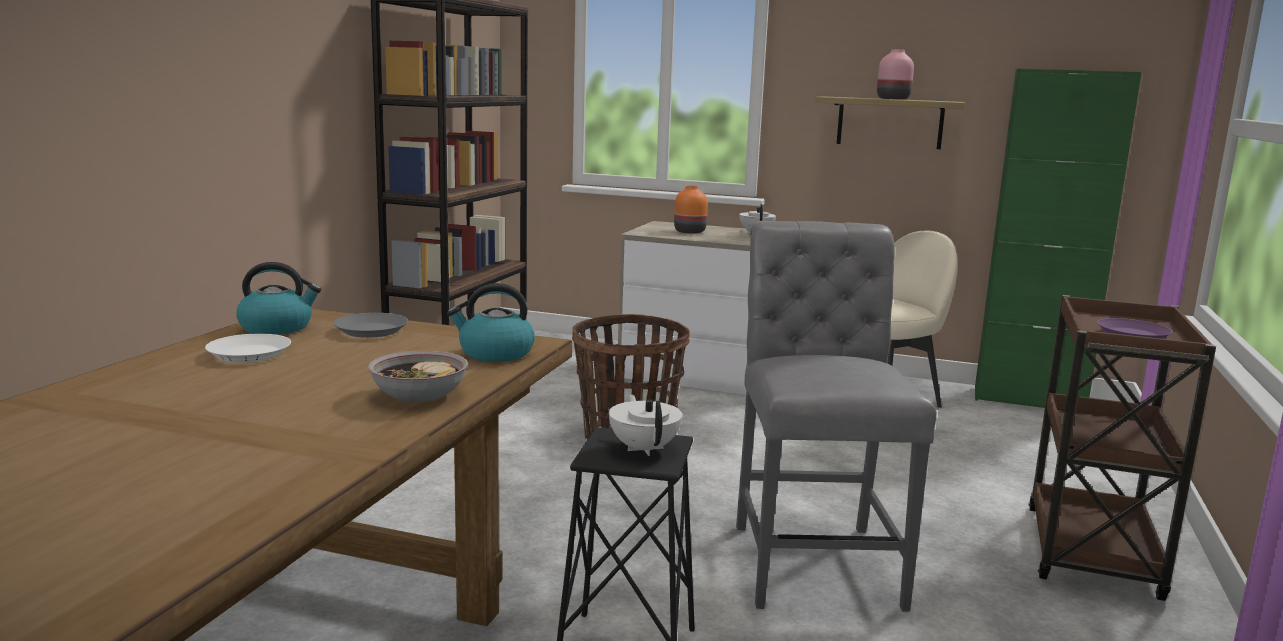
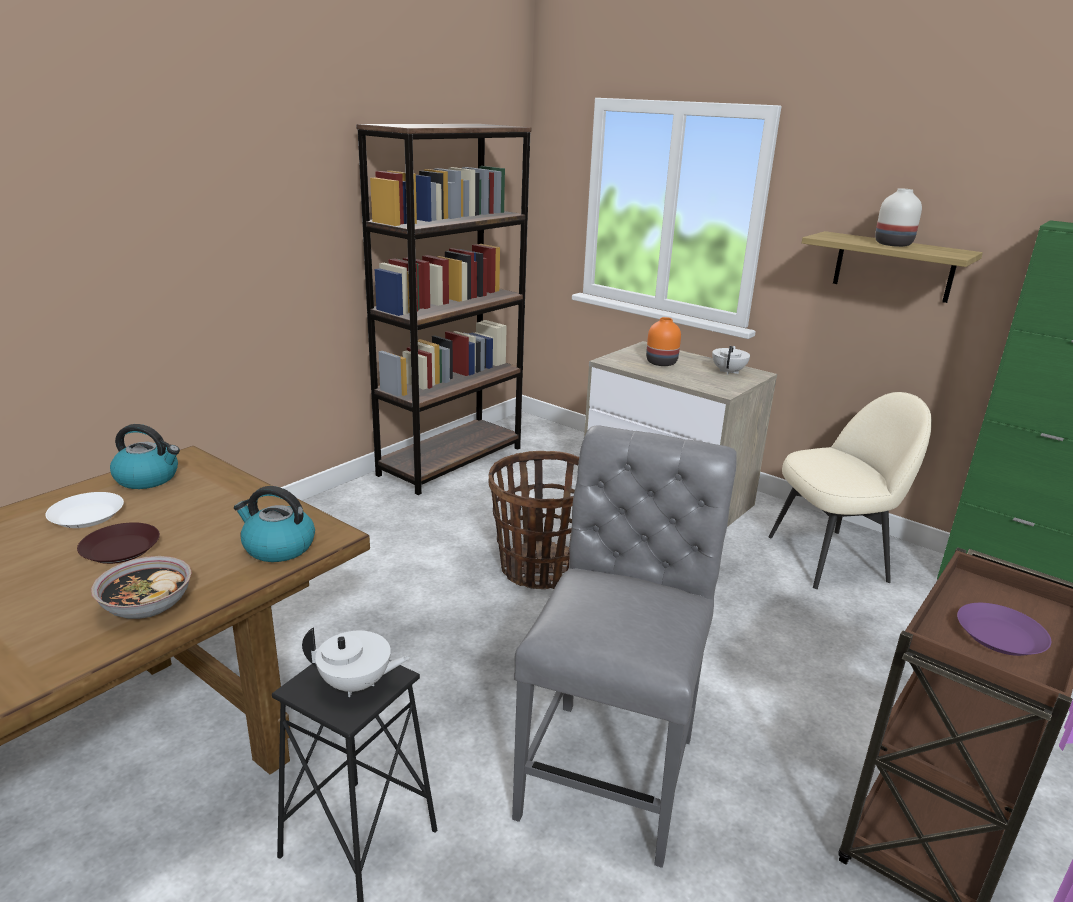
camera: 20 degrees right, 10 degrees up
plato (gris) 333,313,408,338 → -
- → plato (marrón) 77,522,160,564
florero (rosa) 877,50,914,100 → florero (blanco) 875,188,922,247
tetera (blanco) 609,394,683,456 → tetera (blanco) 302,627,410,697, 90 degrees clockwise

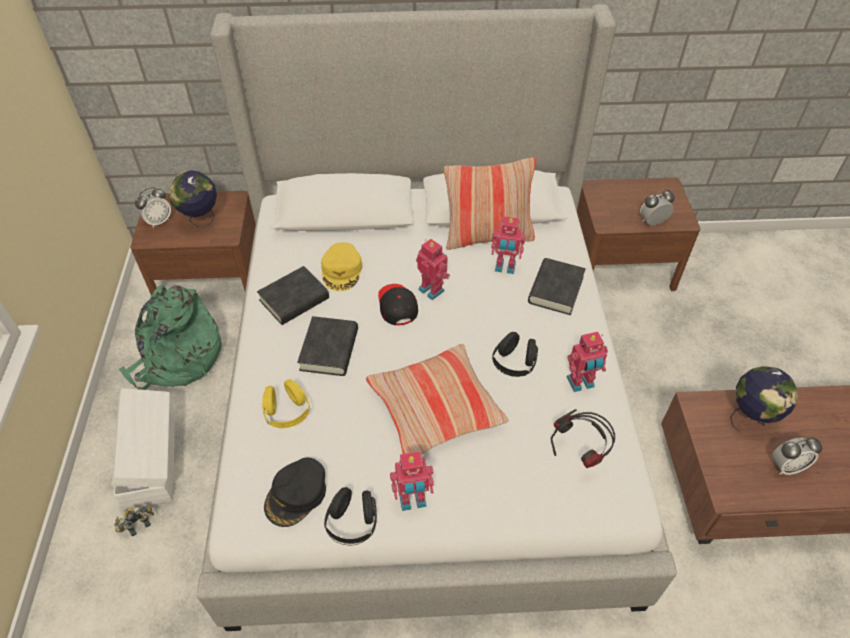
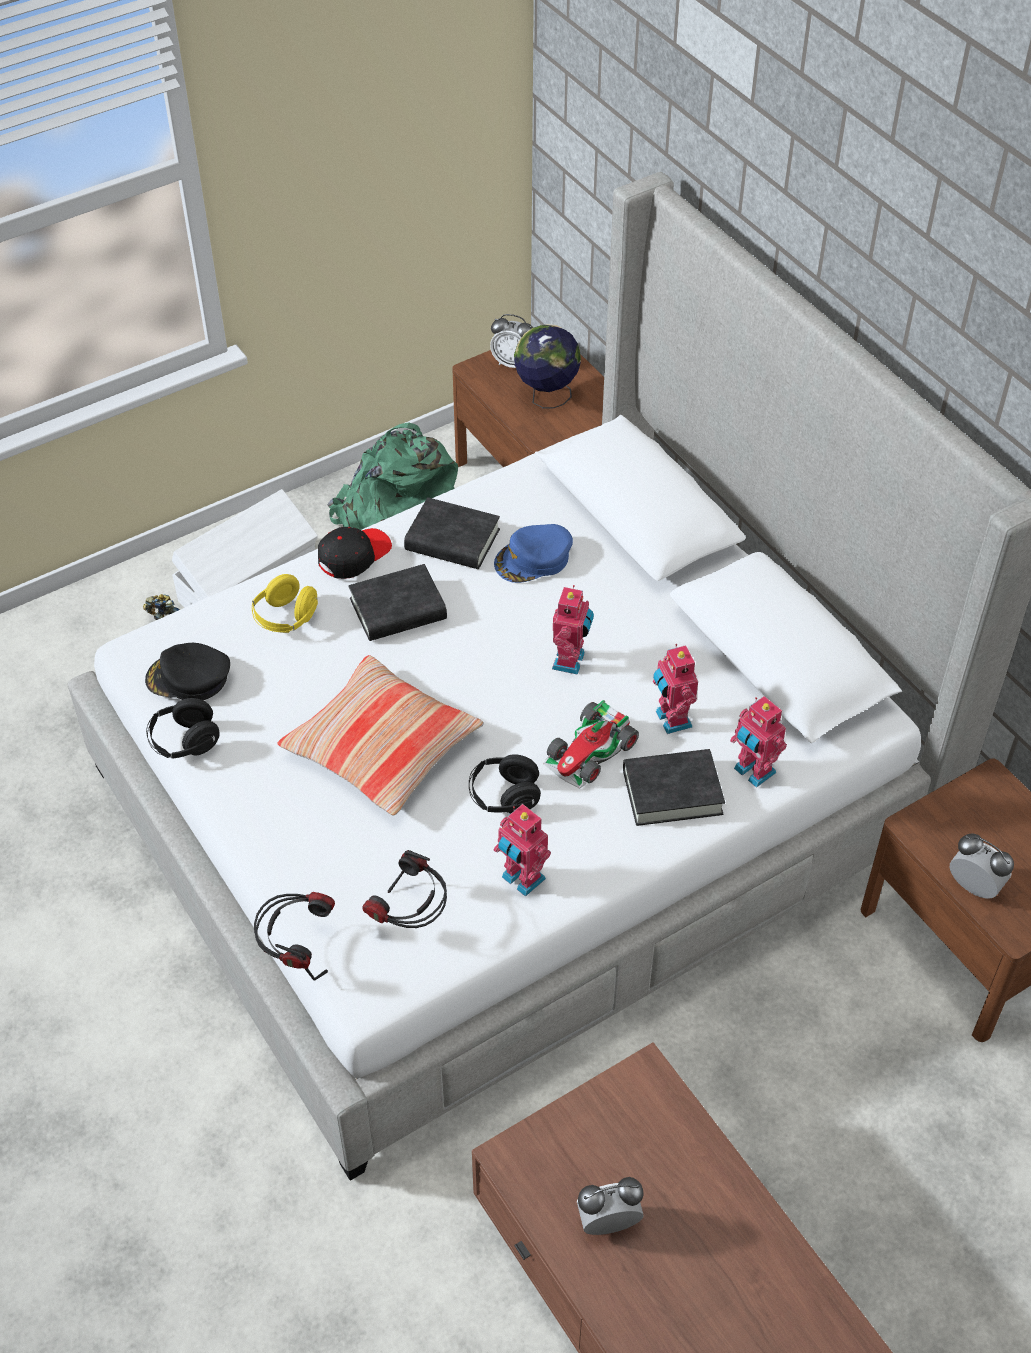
camera: 60 degrees right, 0 degrees up
cojín 444,157,536,250 → -
globo terráqueo 730,366,798,433 → -
- → auriculares 254,892,335,980
- → coche de juguete 543,700,639,789
gorra (negro) 378,284,418,325 → gorra (negro) 318,527,392,579, relocated
robot de juguete 390,451,434,511 → robot de juguete 730,696,787,788, relocated
gorra (amarillo) 321,242,362,291 → gorra (azul) 494,524,573,583
despertador 772,437,822,475 → despertador 577,1177,644,1235, 120 degrees clockwise

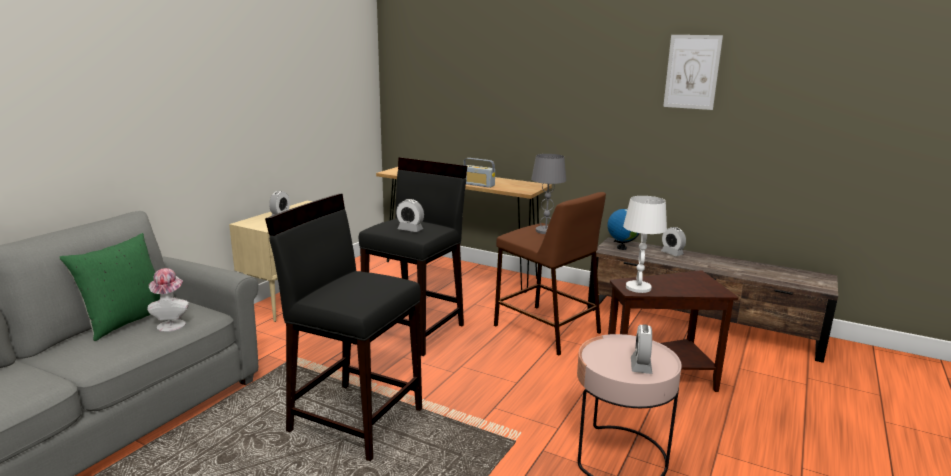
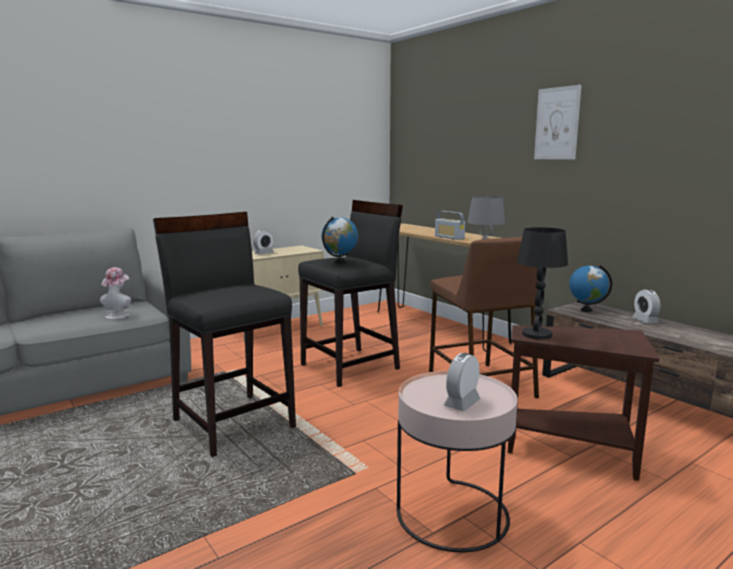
camera: 25 degrees right, 5 degrees down
cojín (verde) 59,233,160,341 → -
cuadro 663,35,723,110 → cuadro 534,85,582,159, relocated
despertador 396,199,424,232 → globo terráqueo 322,216,358,264
lámpara de mesa (blanco) 623,196,667,293 → lámpara de mesa (negro) 517,227,568,340

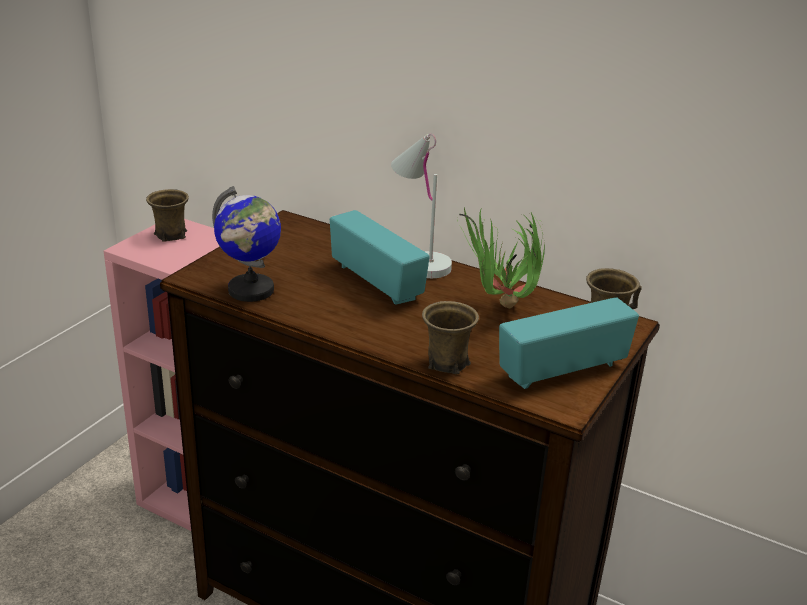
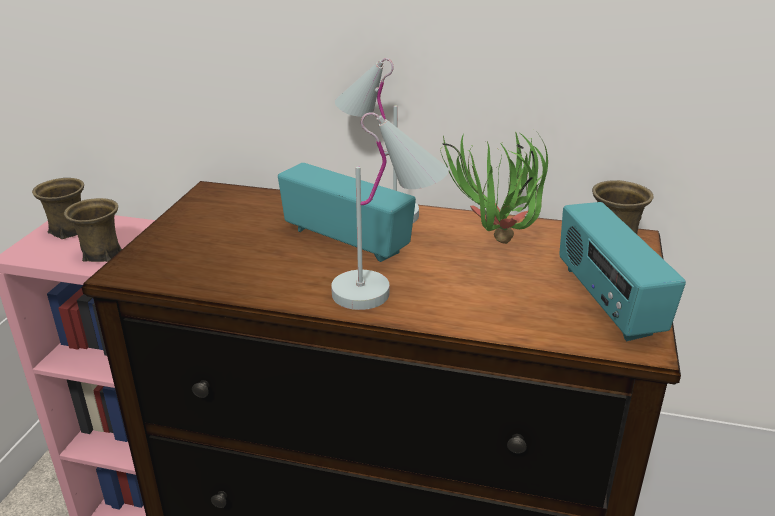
camera: 15 degrees left, 0 degrees up
globo terráqueo 212,186,281,302 → -
- → lámpara de mesa (blanco) 331,112,449,310
taza grande (marrón) 422,301,479,374 → taza grande (marrón) 64,198,122,262, relocated
radio 499,297,639,389 → radio 559,202,686,341, 60 degrees counterclockwise

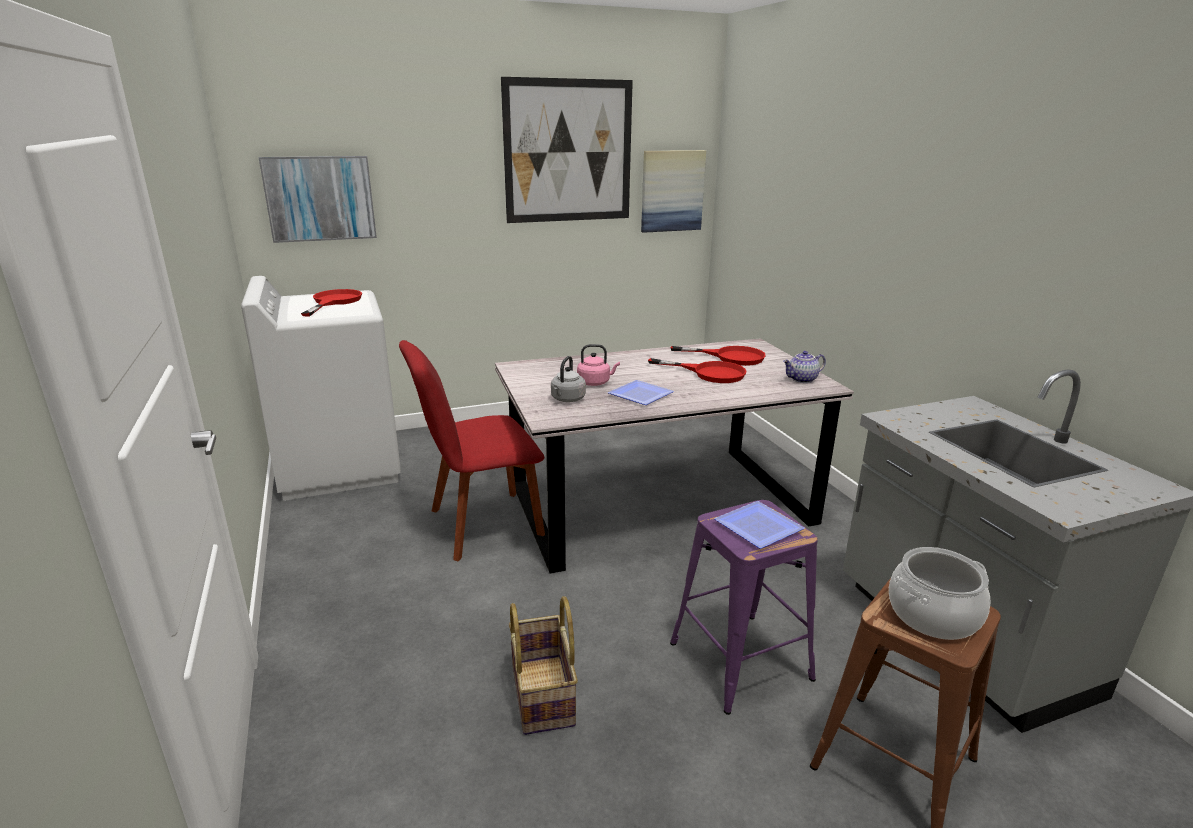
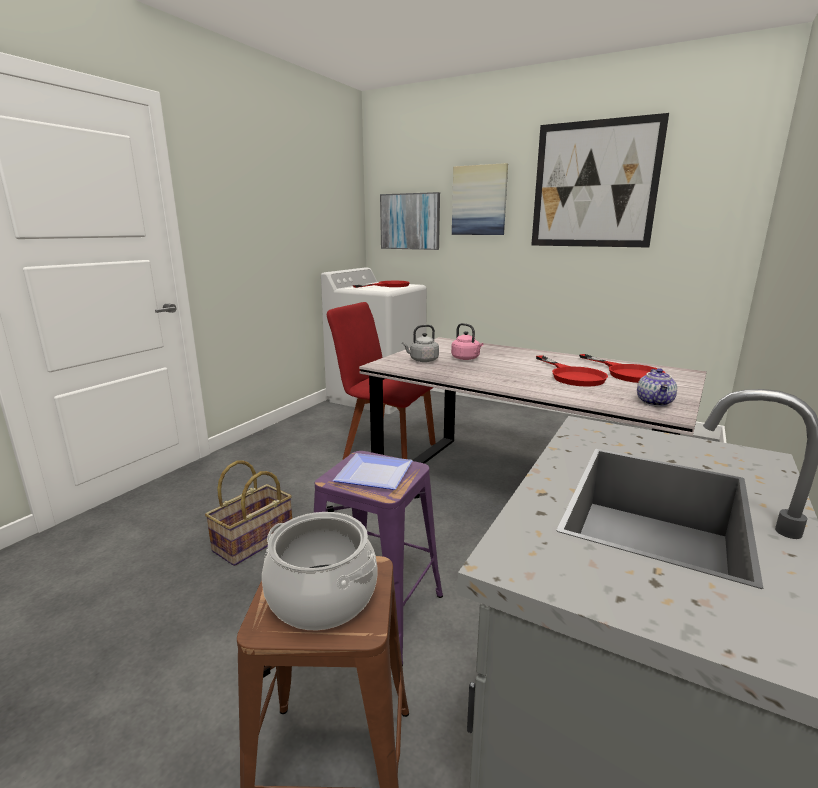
camera: 50 degrees right, 5 degrees down
plato 608,380,674,405 → -
cuadro 641,150,706,233 → cuadro 452,163,508,235, relocated
tetera 783,351,826,383 → tetera 637,368,677,407, 105 degrees counterclockwise

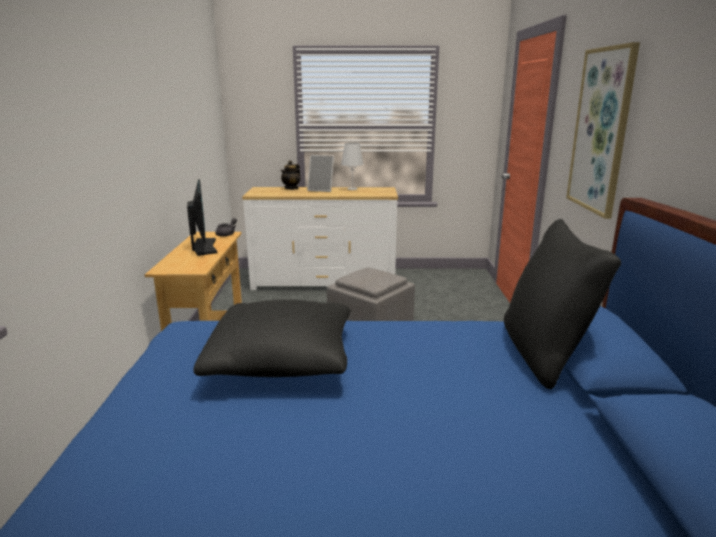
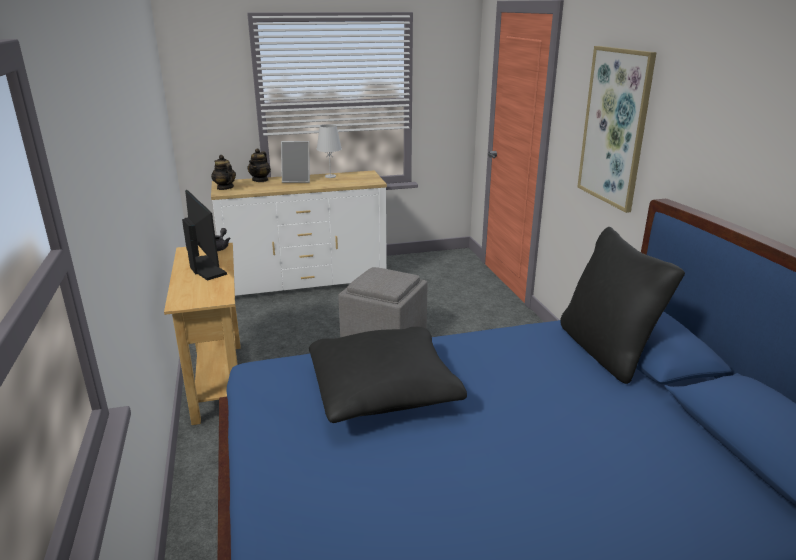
camera: 15 degrees left, 5 degrees up
- → tetera 211,155,236,190

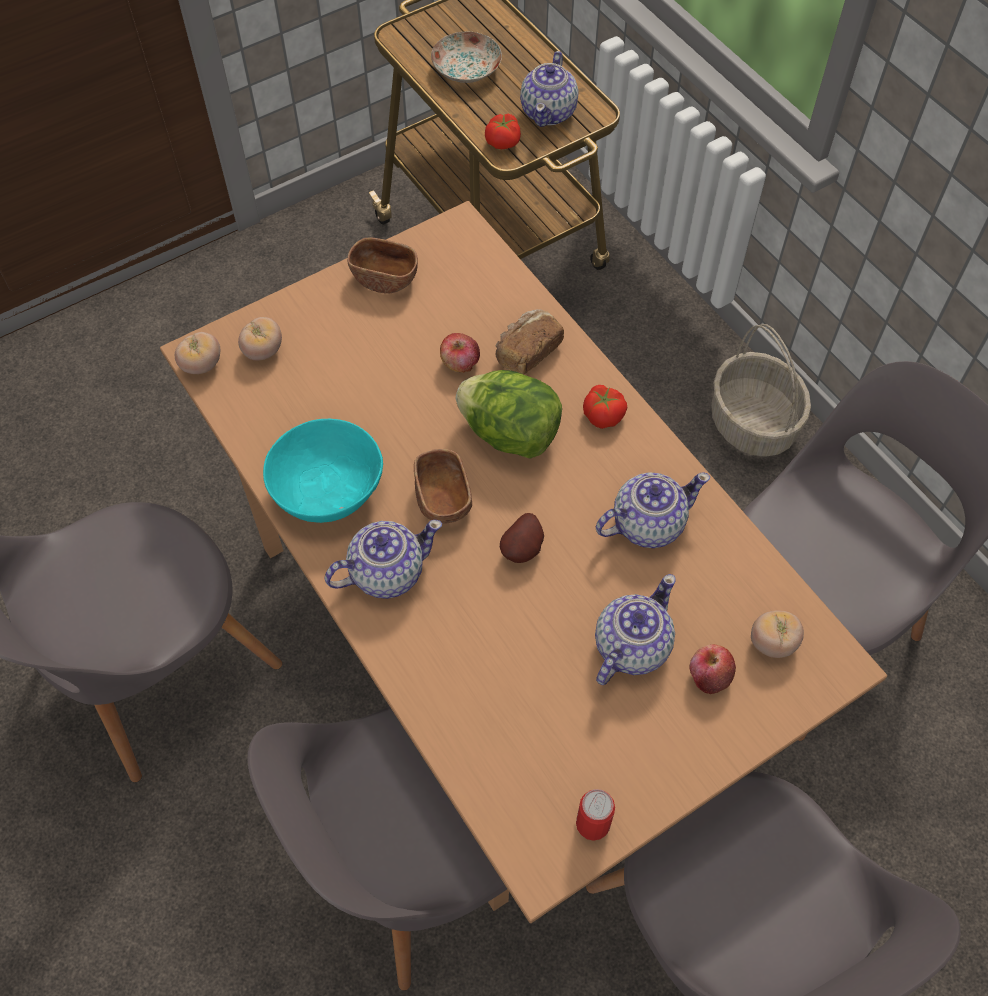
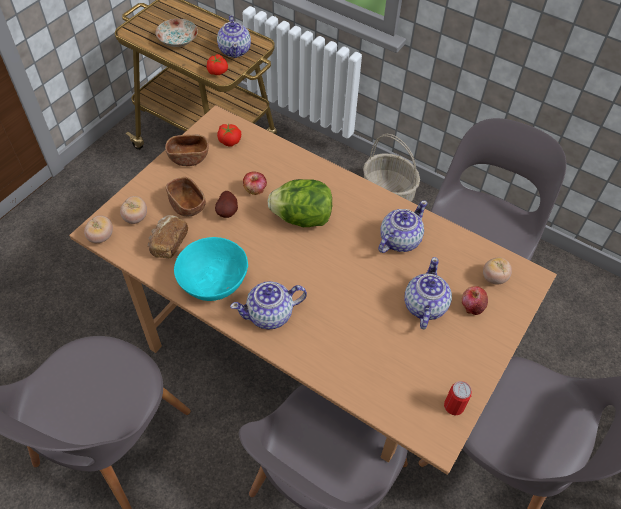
camera: 25 degrees left, 5 degrees down
cuenco (marrón) 414,449,472,523 → cuenco (marrón) 166,177,206,216, relocated
pan 495,309,564,374 → pan 148,215,188,258, relocated
patata 500,513,544,563 → patata 215,191,238,218, relocated
tomate 583,385,627,429 → tomate 217,124,241,146, relocated
tetera 324,520,442,599 → tetera 230,281,307,330, 150 degrees counterclockwise

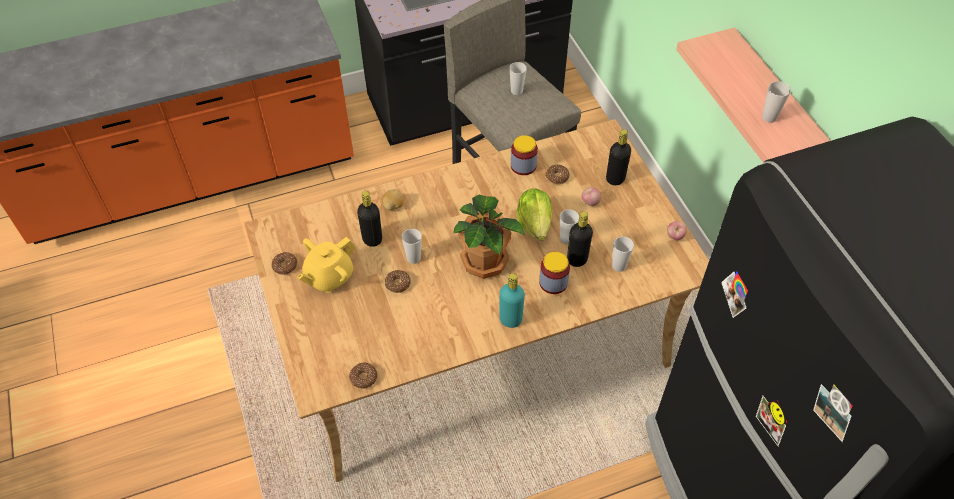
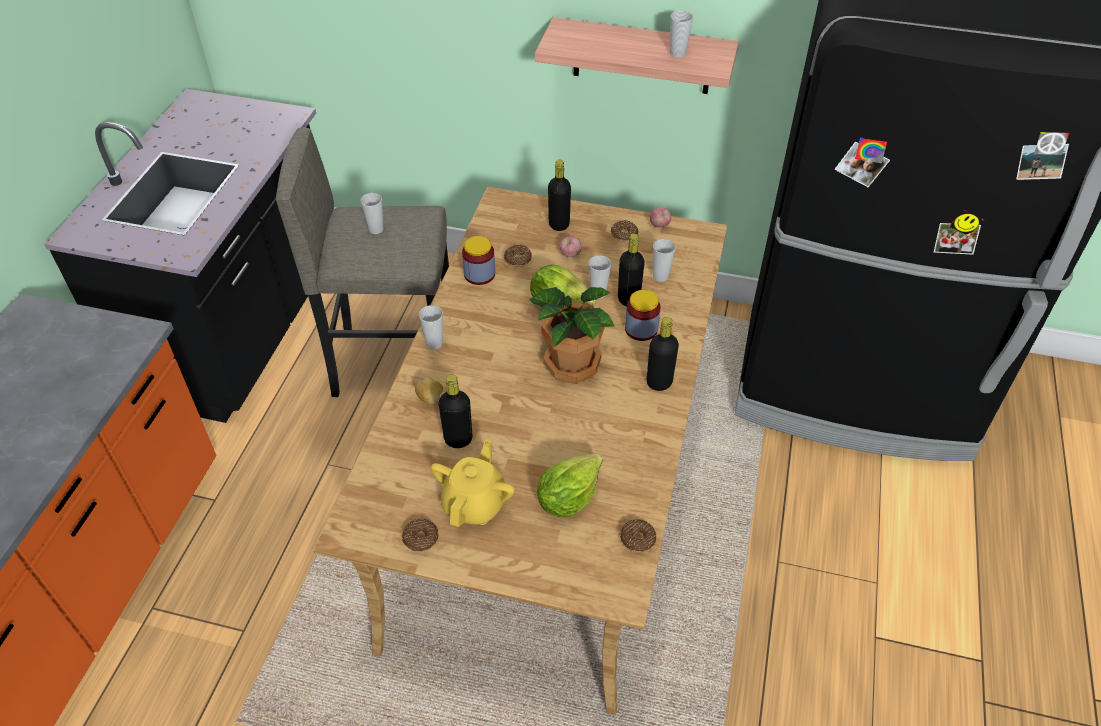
camera: 55 degrees left, 5 degrees down
- → lechuga 537,453,603,517
rosquilla 385,270,411,293 → rosquilla 611,220,638,242, relocated
taza 402,229,422,264 → taza 419,305,443,350, relocated
botella (turquesa) 499,273,525,328 → botella (negro) 647,317,679,391
tetera (amarillo) 297,237,355,293 → tetera (amarillo) 431,440,515,527, 150 degrees counterclockwise

